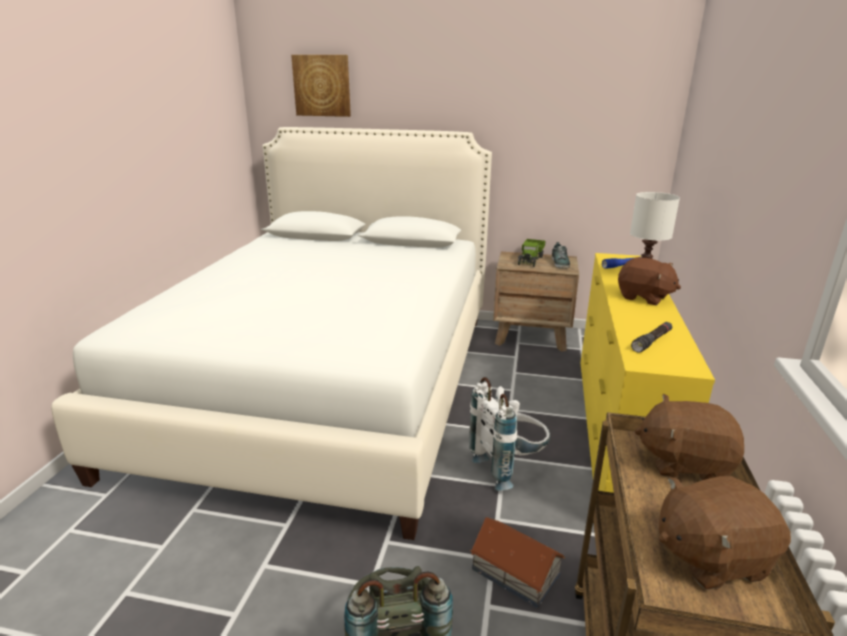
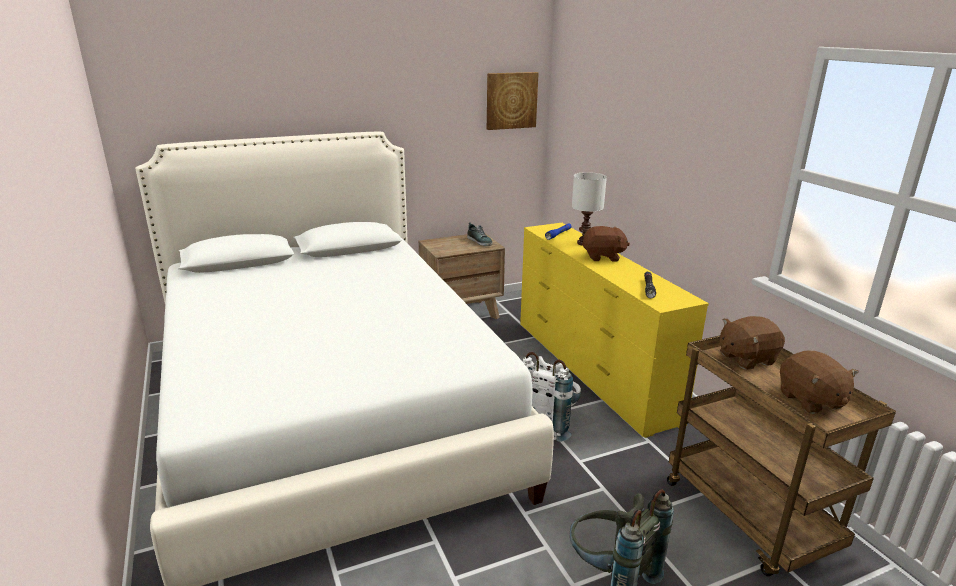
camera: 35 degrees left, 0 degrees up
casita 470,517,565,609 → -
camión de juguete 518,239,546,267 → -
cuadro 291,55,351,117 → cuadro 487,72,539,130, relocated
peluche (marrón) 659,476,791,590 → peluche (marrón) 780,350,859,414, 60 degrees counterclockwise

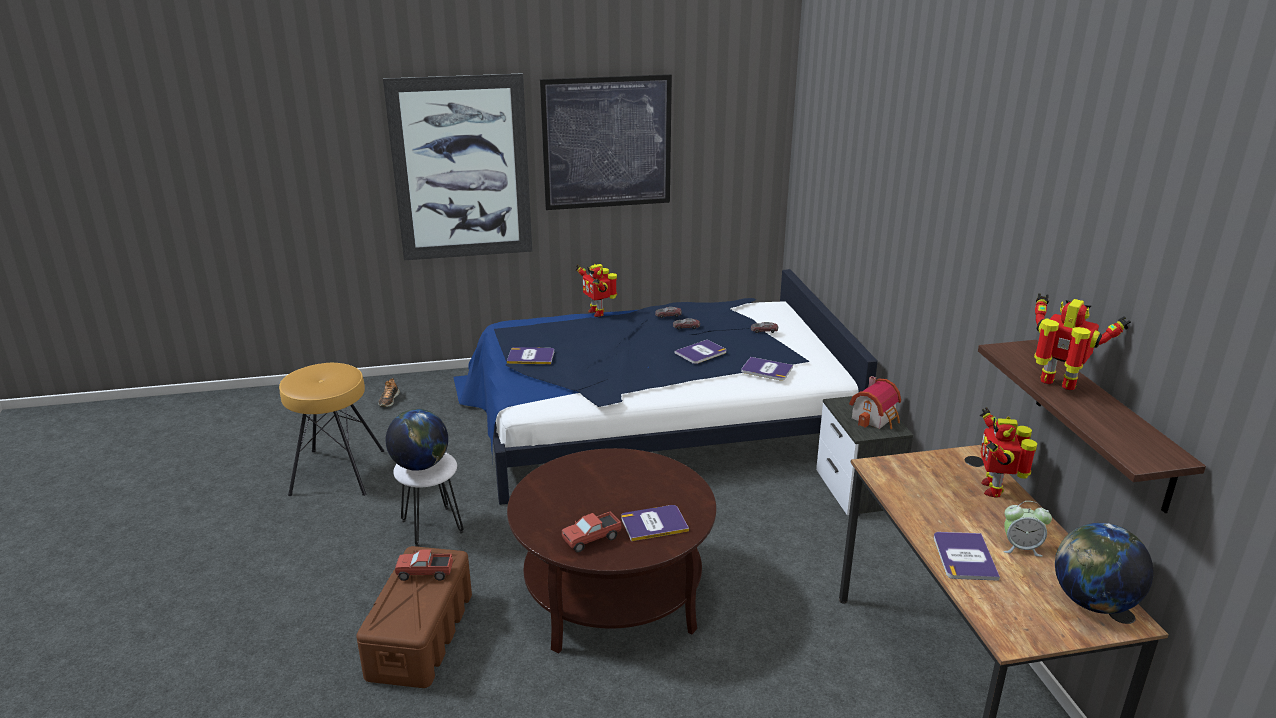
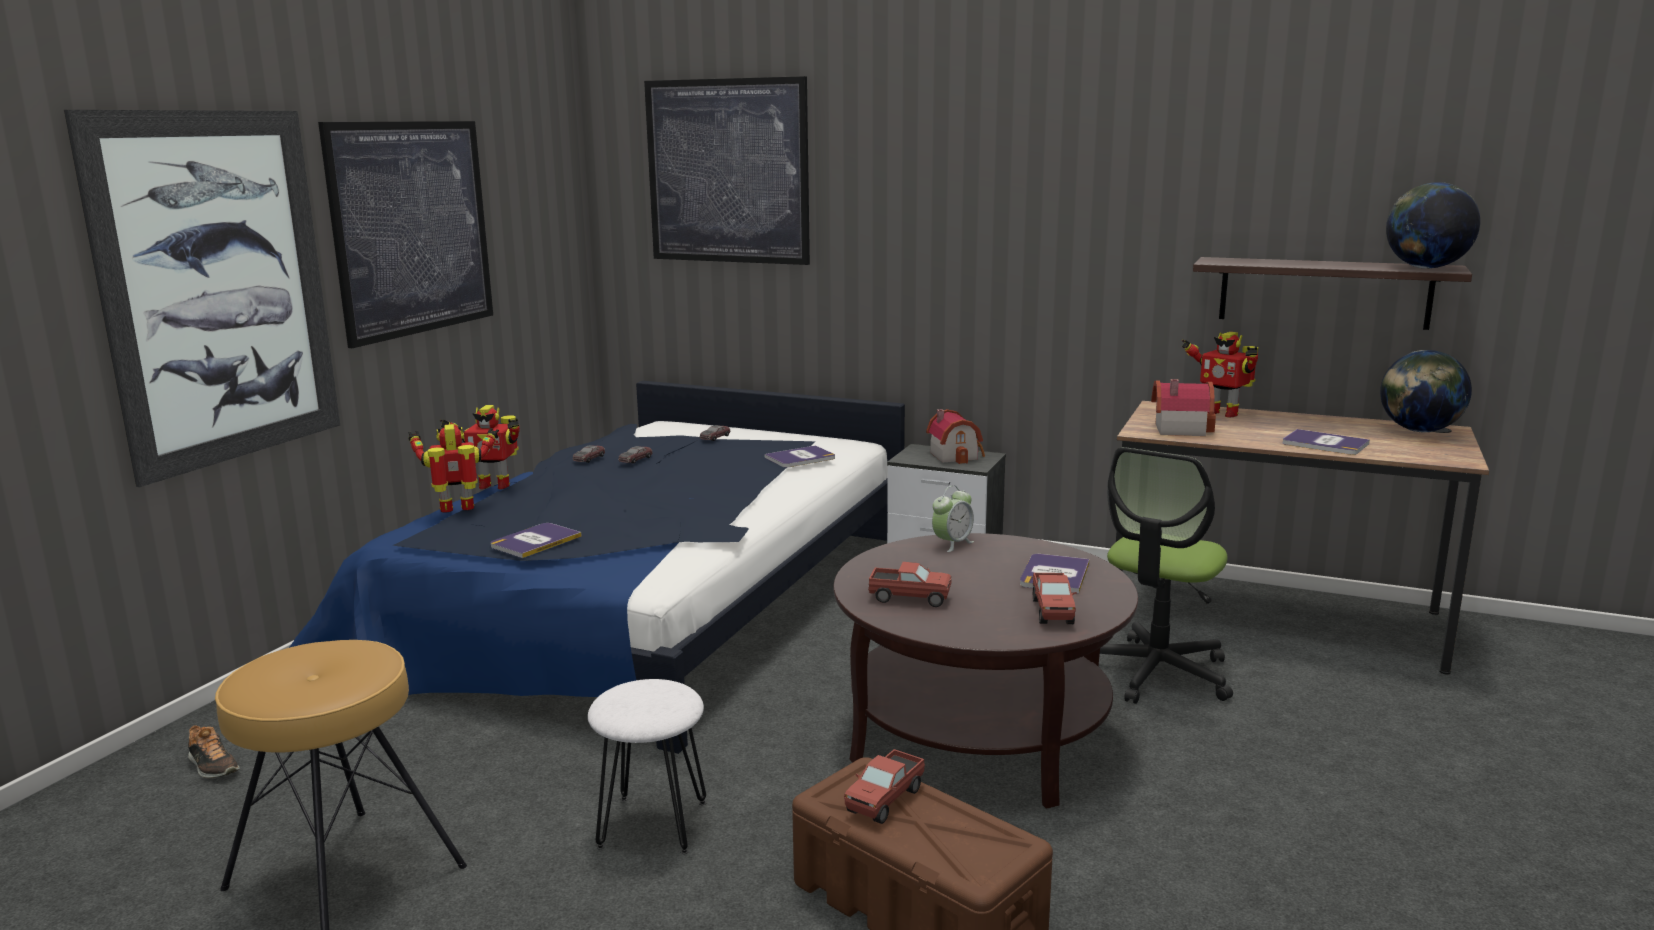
camera: 55 degrees left, 10 degrees down
libro 675,339,726,364 → -
- → cuadro 644,76,810,265
- → camión de juguete 868,562,952,607
- → silla de oficina 1100,447,1233,704
- → casita 1151,379,1216,436
globo terráqueo 386,409,448,471 → globo terráqueo 1386,182,1480,269, relocated
despertador 1003,501,1052,557 → despertador 932,485,974,552, relocated
robot de juguete 1034,293,1131,390 → robot de juguete 408,424,499,513, relocated

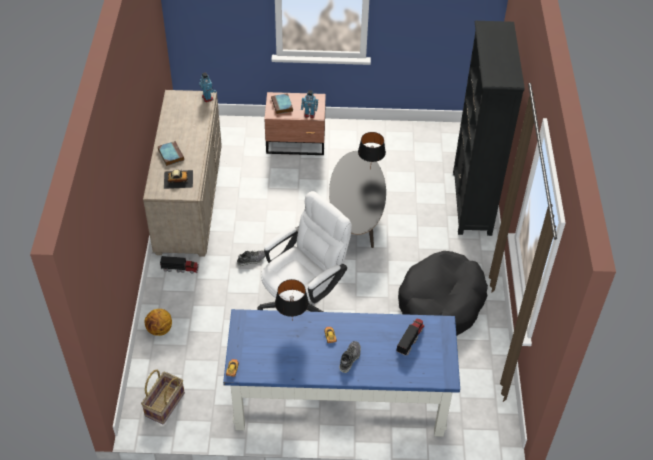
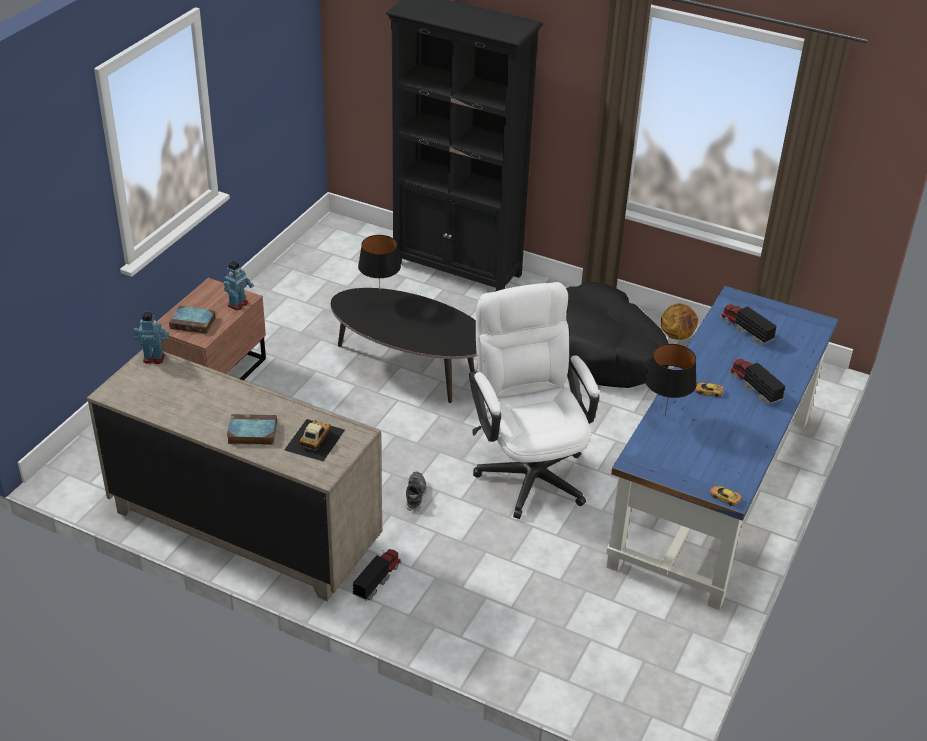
camera: 65 degrees left, 10 degrees down
cesta 141,370,185,425 → -
balón de baloncesto 144,309,172,336 → balón de baloncesto 661,303,698,340, relocated
zapato 339,341,361,373 → camión de juguete 729,359,785,405

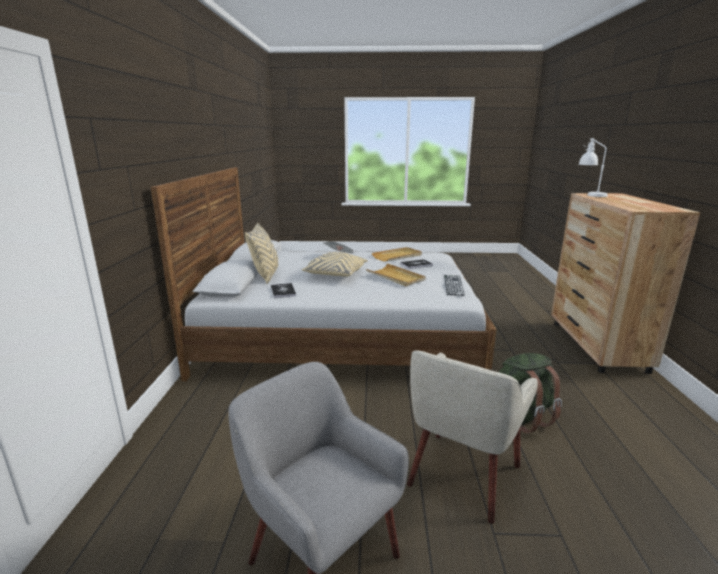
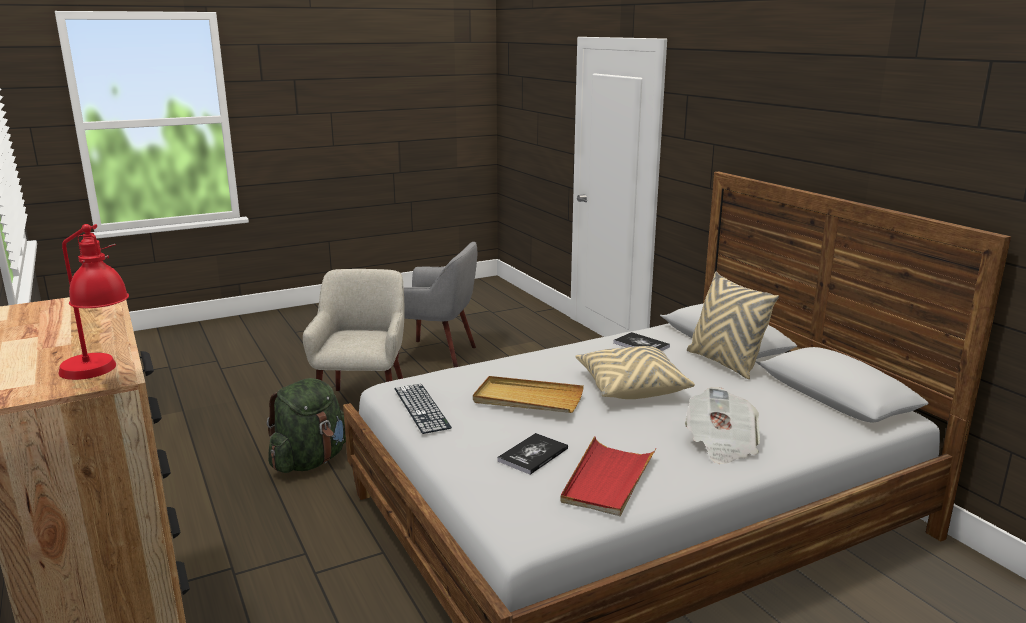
camera: 150 degrees right, 0 degrees up
bandeja (beis) 372,247,422,262 → bandeja (rojo) 560,436,656,516
lámpara de mesa (blanco) 579,138,608,197 → lámpara de mesa (rojo) 59,224,129,380

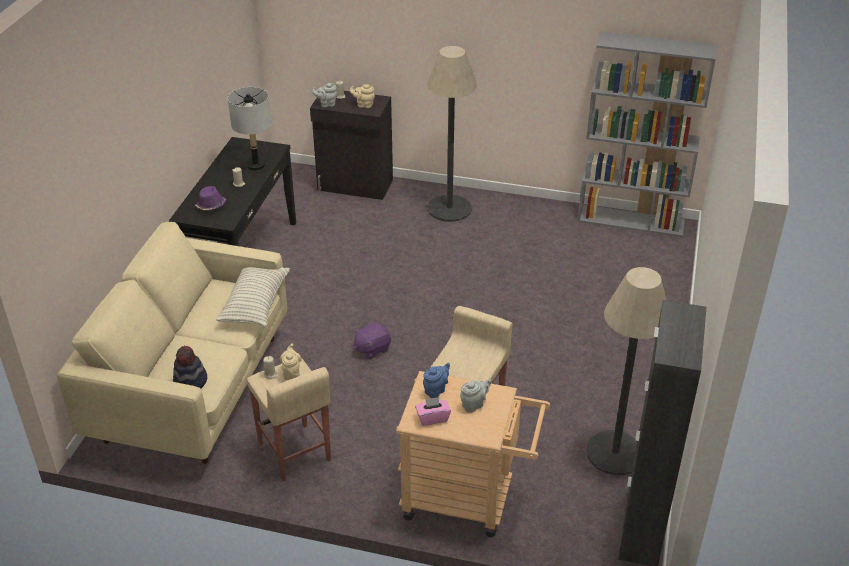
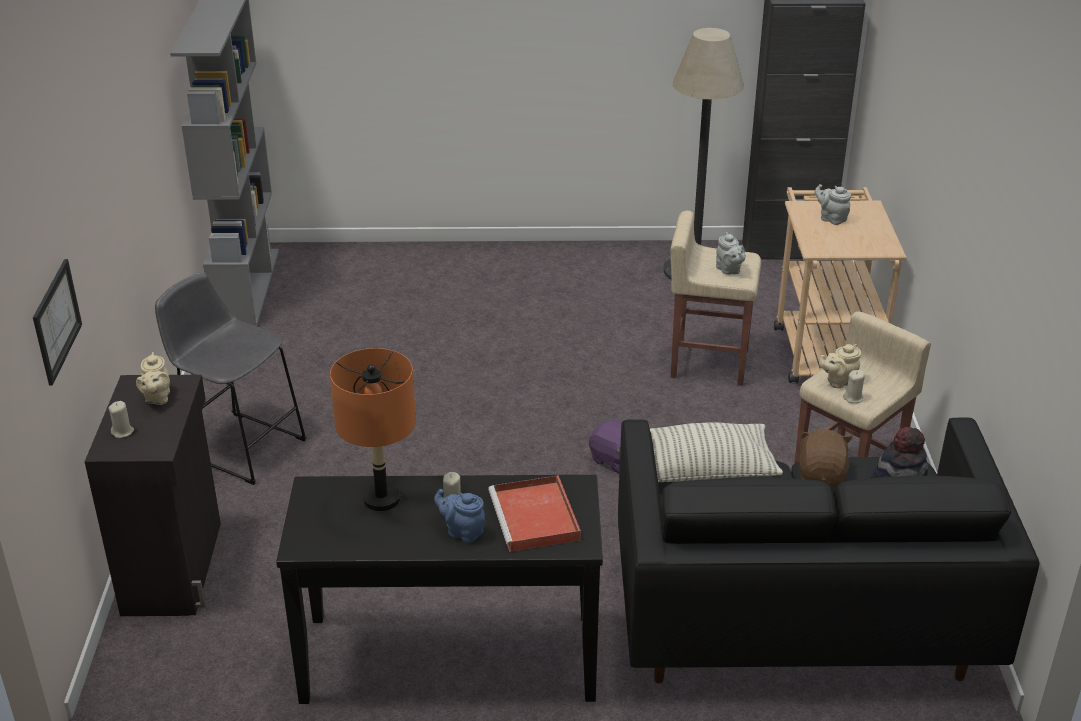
camera: 105 degrees left, 5 degrees down
caja de pañuelos (rosa) 415,397,451,426 → -
- → cuadro 33,259,82,385
- → peluche (marrón) 799,429,852,487
tetera (gris) 312,83,338,107 → tetera (gris) 716,232,746,275, relocated
tetera (azul) 423,363,450,398 → tetera (azul) 434,489,485,543, relocated
sombrero (morado) 195,186,226,210 → bandeja (rojo) 488,475,581,552
lámpara de pie 427,46,477,222 → taburete (gris) 155,272,307,485
sofá (beis) 57,222,287,464 → sofá (negro) 618,418,1040,684
lámpara de mesa (gris) 228,87,271,171 → lámpara de mesa (naranja) 330,348,416,511

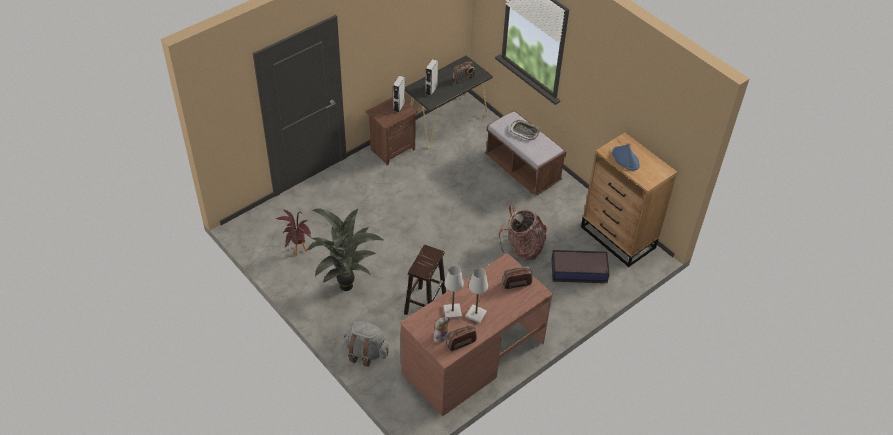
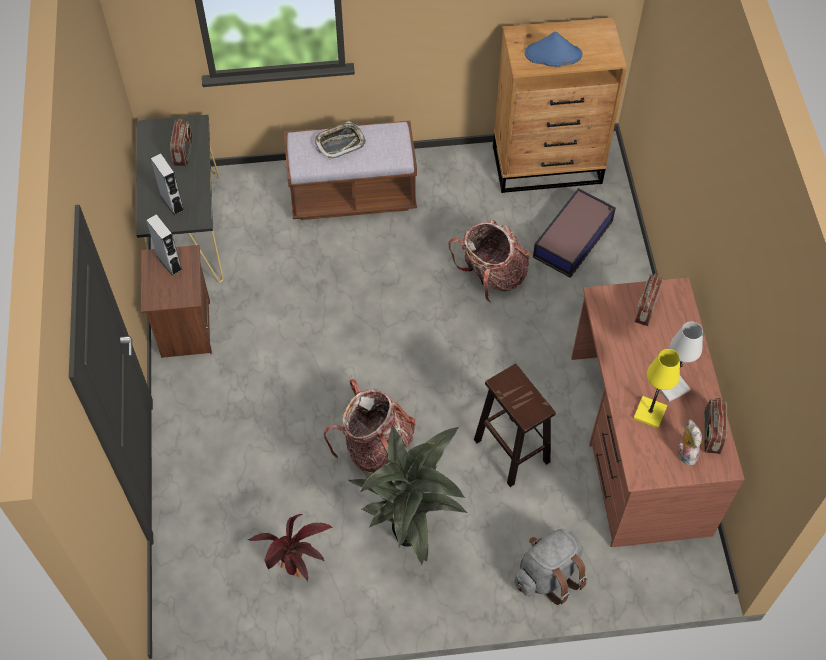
camera: 55 degrees left, 10 degrees up
- → mochila 324,379,416,473
lámpara de mesa (blanco) 443,266,464,319 → lámpara de mesa (amarillo) 633,349,680,429

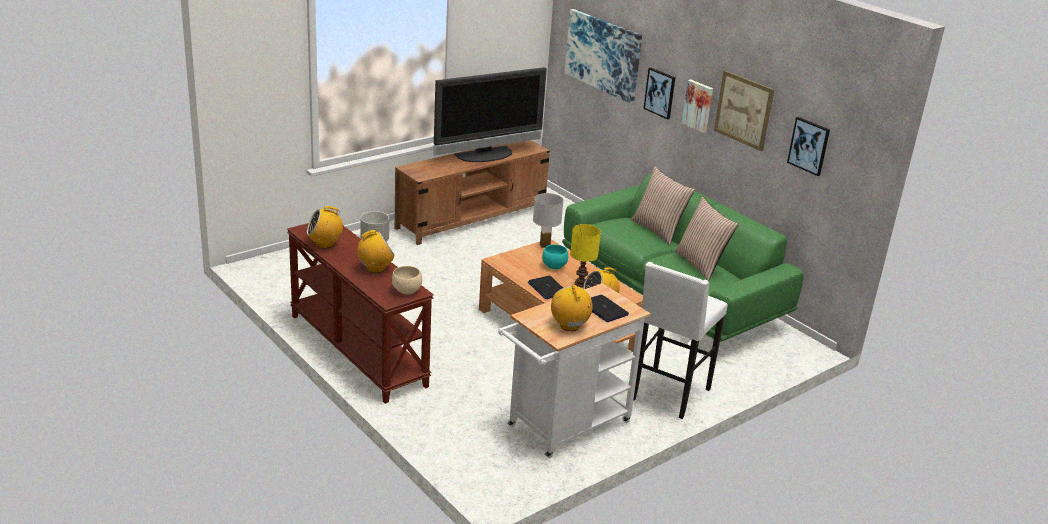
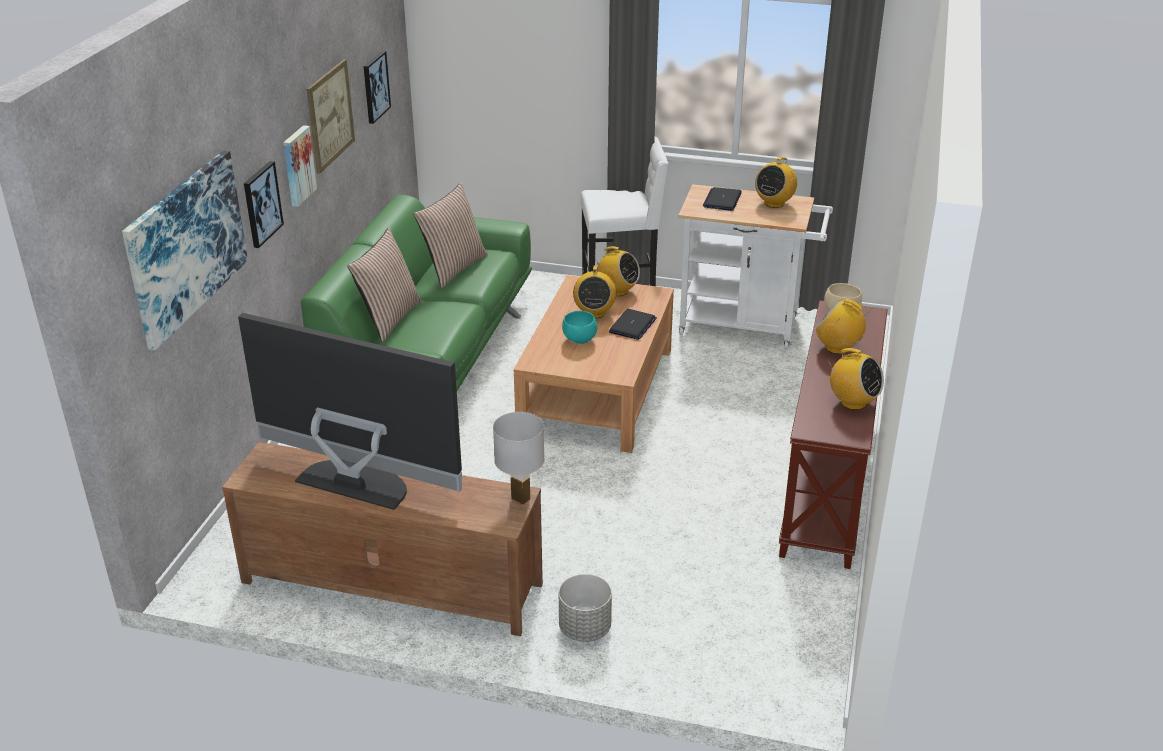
camera: 125 degrees left, 5 degrees up
lámpara de mesa (blanco) 533,193,564,248 → lámpara de mesa (blanco) 493,412,545,504, relocated
lámpara de mesa (amarillo) 570,224,601,288 → radio 573,265,616,319

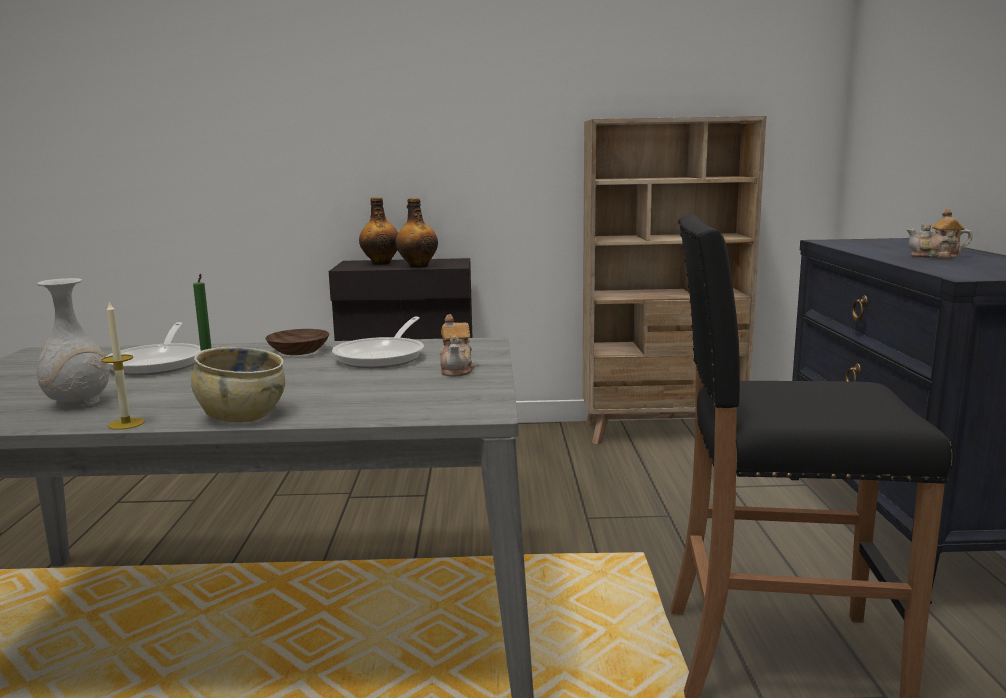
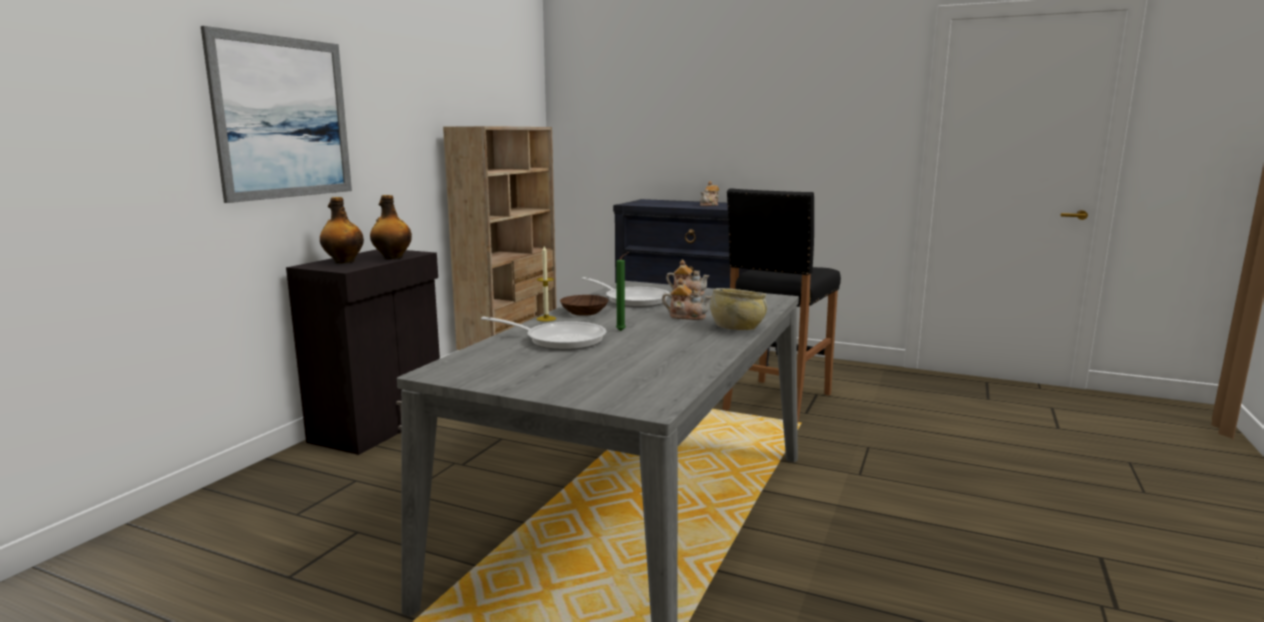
camera: 65 degrees left, 0 degrees up
florero (blanco) 37,278,109,409 → -
- → cuadro 201,26,352,203
- → tetera 662,278,711,320
vela 101,301,145,430 → vela 537,246,556,321, relocated

